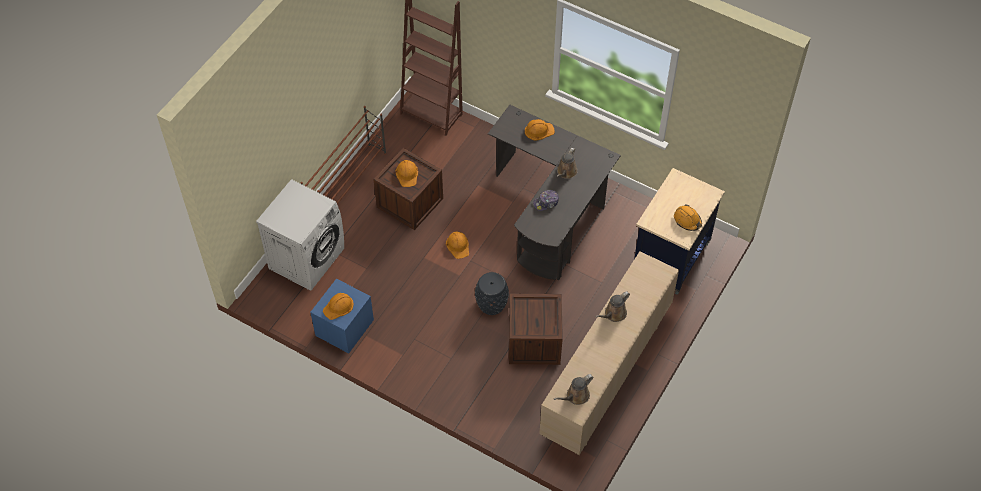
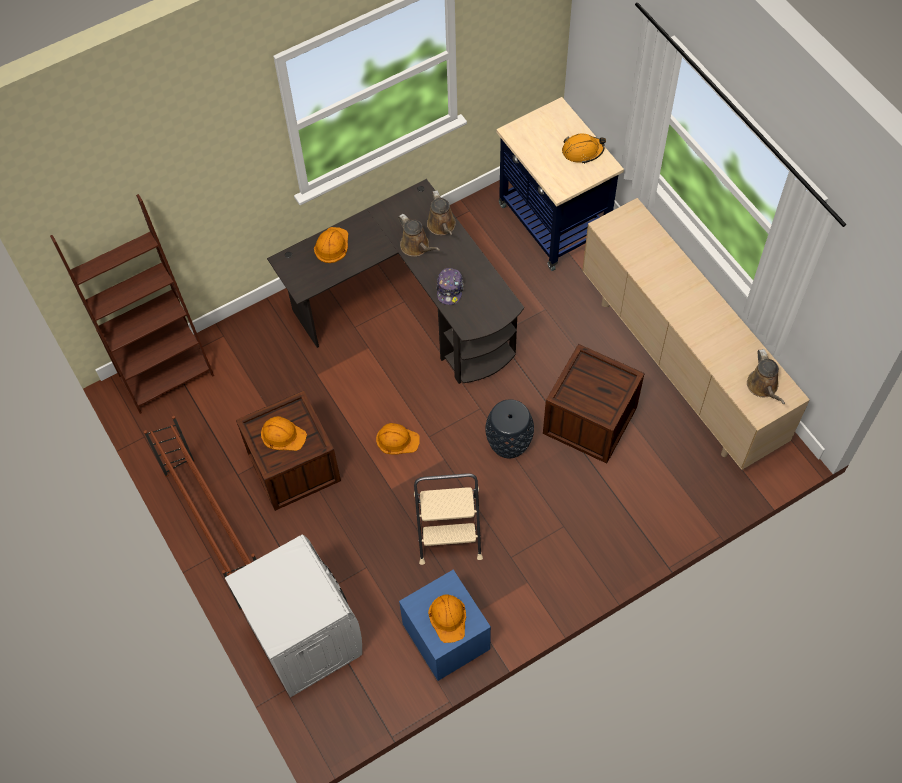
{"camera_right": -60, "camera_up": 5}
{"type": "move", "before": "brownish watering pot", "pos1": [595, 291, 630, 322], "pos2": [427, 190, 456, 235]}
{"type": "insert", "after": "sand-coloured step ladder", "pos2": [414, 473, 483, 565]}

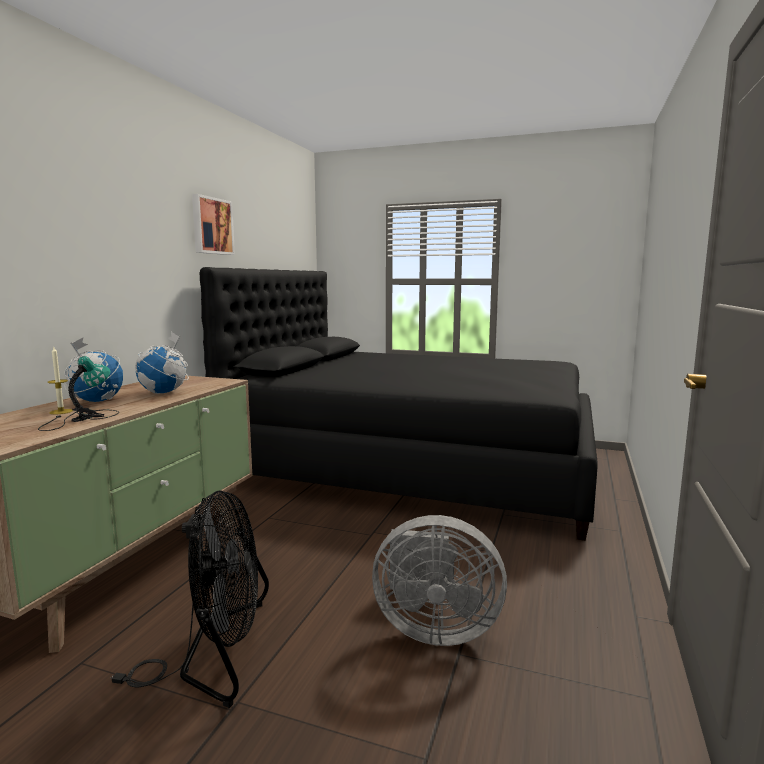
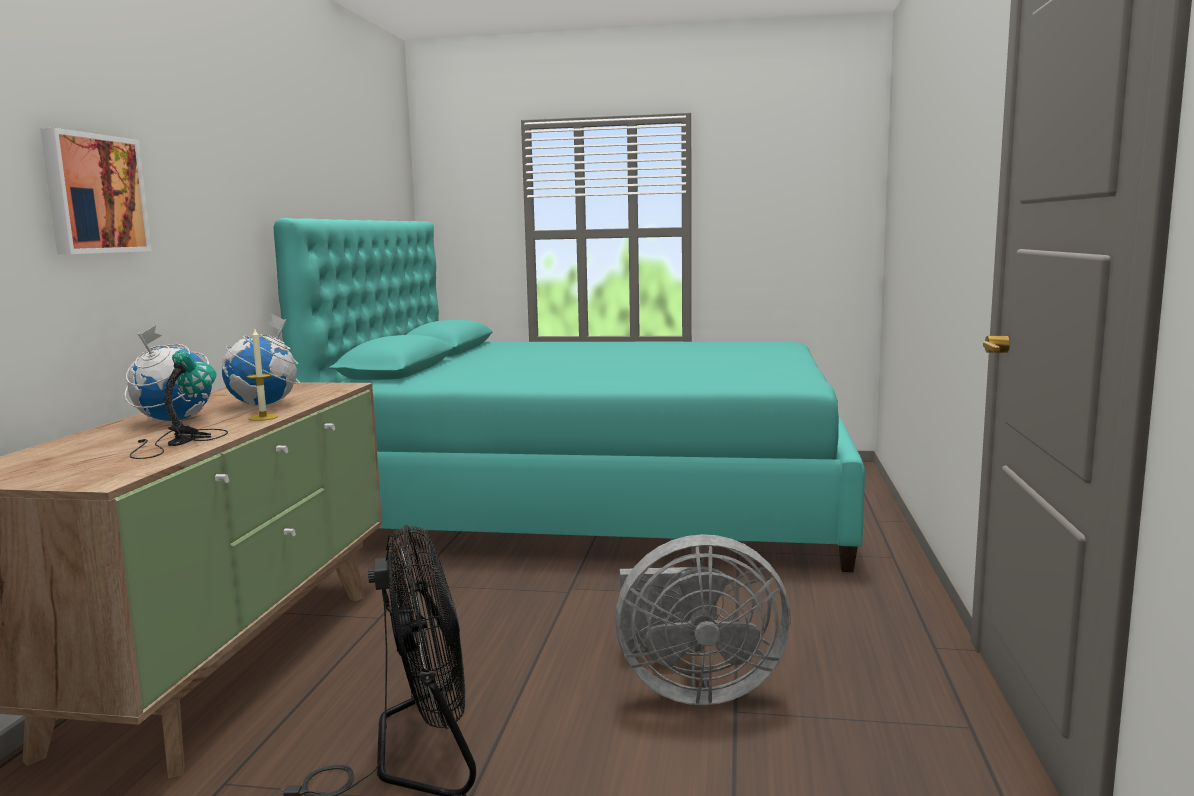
{"camera_right": -10, "camera_up": 0}
{"type": "move", "before": "wall art", "pos1": [192, 194, 235, 255], "pos2": [40, 128, 152, 255]}
{"type": "recolor", "before": "black bed", "after": "turquoise-coloured bed", "pos1": [200, 267, 598, 541], "pos2": [274, 218, 865, 572]}
{"type": "move", "before": "wax candle", "pos1": [48, 347, 73, 414], "pos2": [247, 329, 278, 421]}

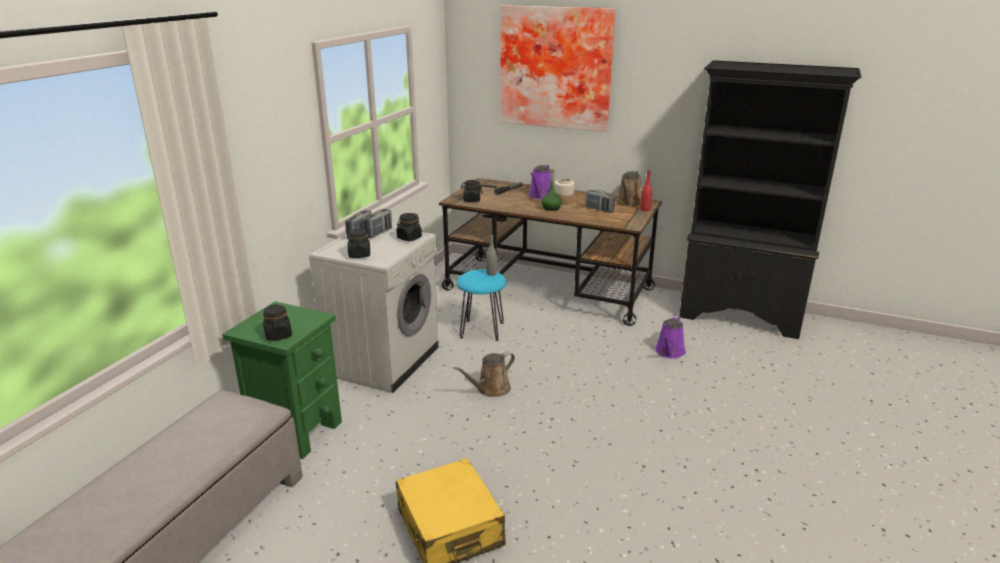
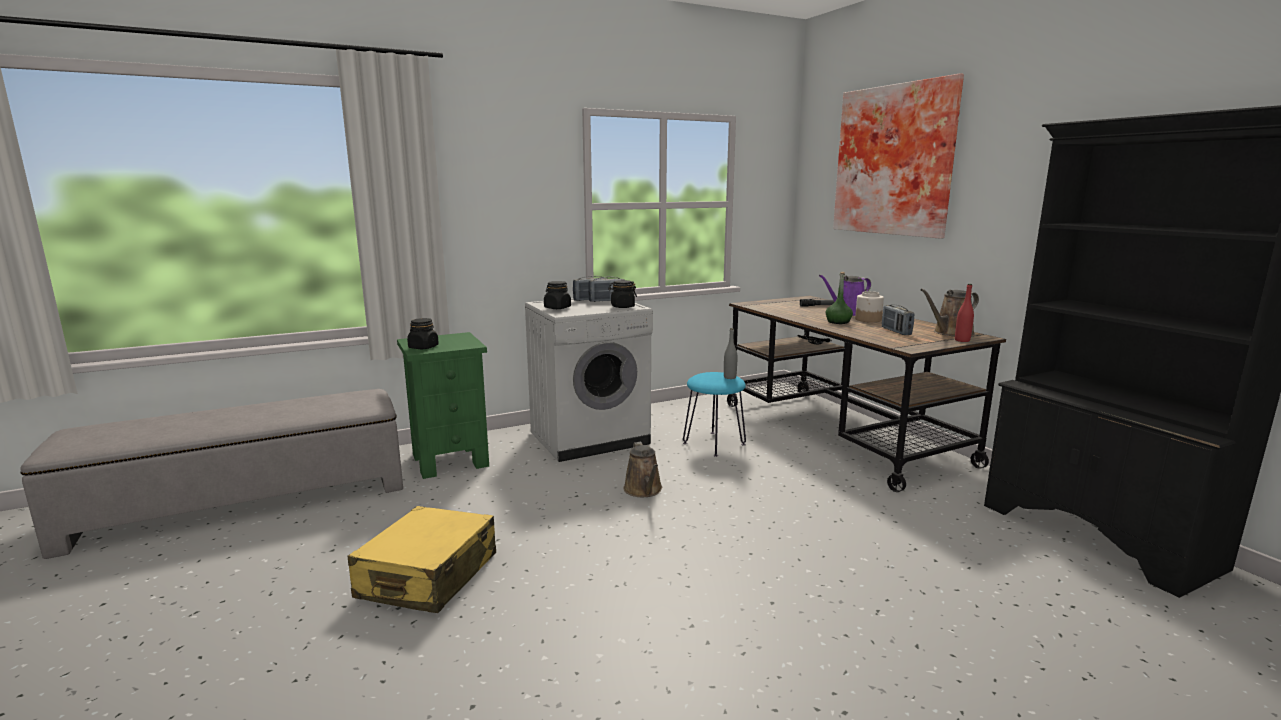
{"camera_right": 40, "camera_up": -10}
{"type": "delete", "before": "black jar", "pos1": [461, 180, 483, 202]}
{"type": "delete", "before": "purple-coloured watering pot", "pos1": [655, 315, 686, 359]}
{"type": "rotate", "before": "brownish watering pot", "pos1": [454, 352, 515, 397], "pos2": [624, 442, 662, 497], "turn": -105}

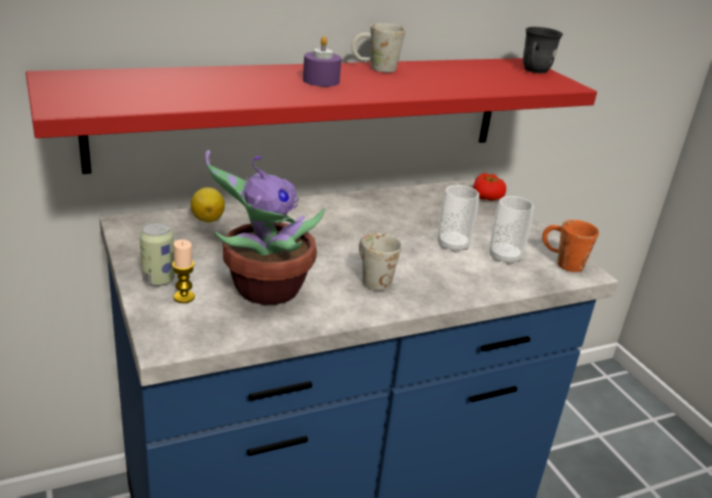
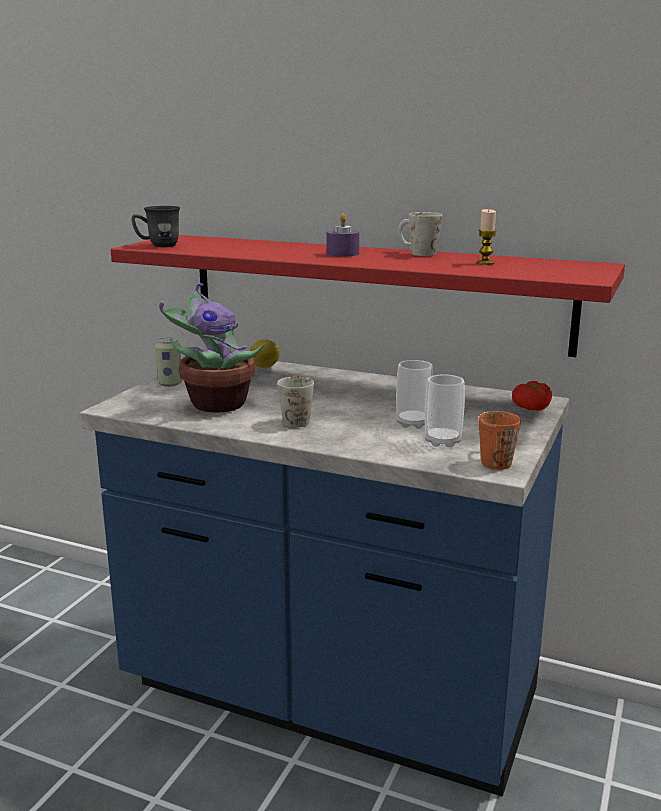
{"camera_right": 50, "camera_up": -10}
{"type": "move", "before": "gray mug", "pos1": [523, 27, 563, 73], "pos2": [131, 206, 180, 247]}
{"type": "move", "before": "wax candle", "pos1": [172, 239, 195, 303], "pos2": [477, 209, 497, 265]}

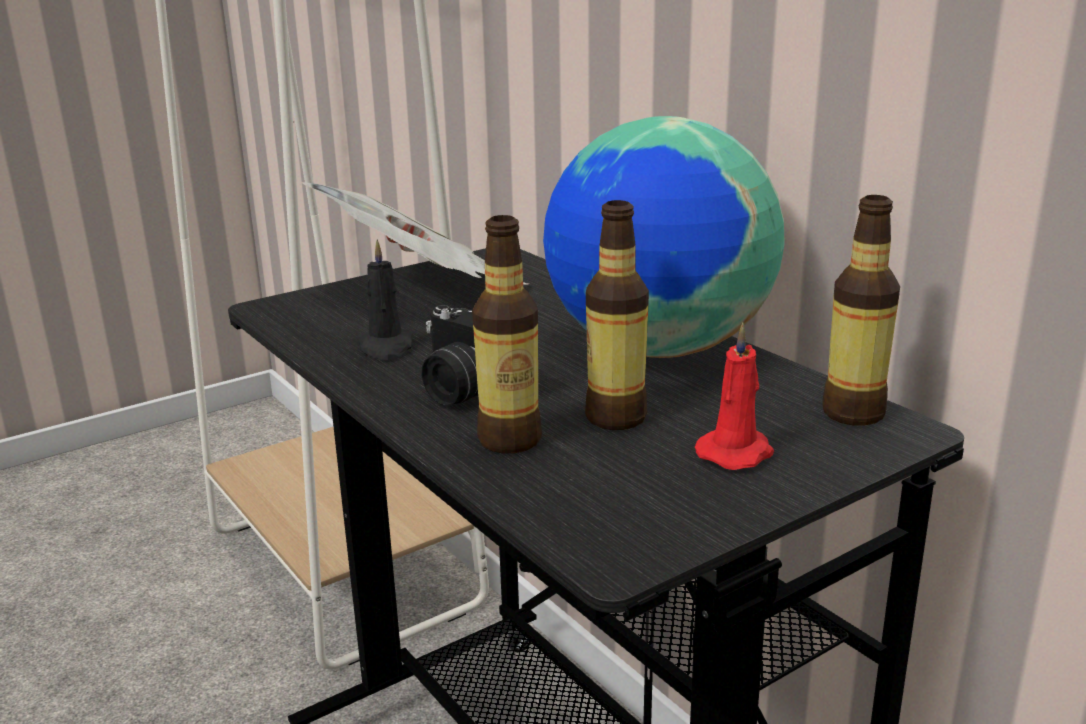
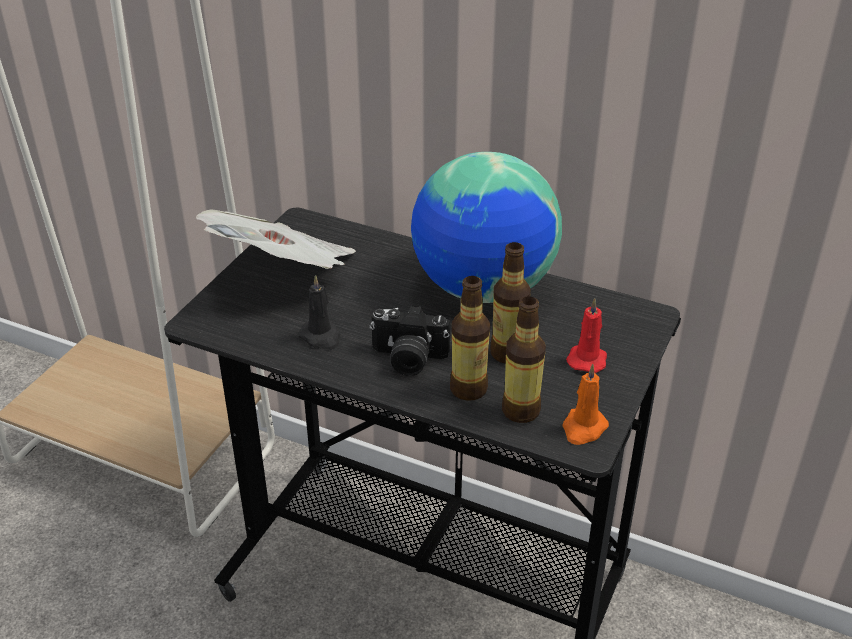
{"camera_right": -30, "camera_up": 15}
{"type": "move", "before": "drink bottle", "pos1": [822, 195, 900, 426], "pos2": [502, 296, 546, 423]}
{"type": "insert", "after": "orange wax candle", "pos2": [562, 364, 609, 445]}

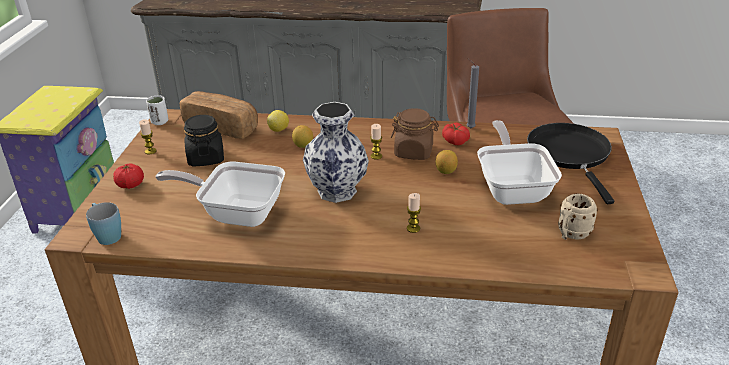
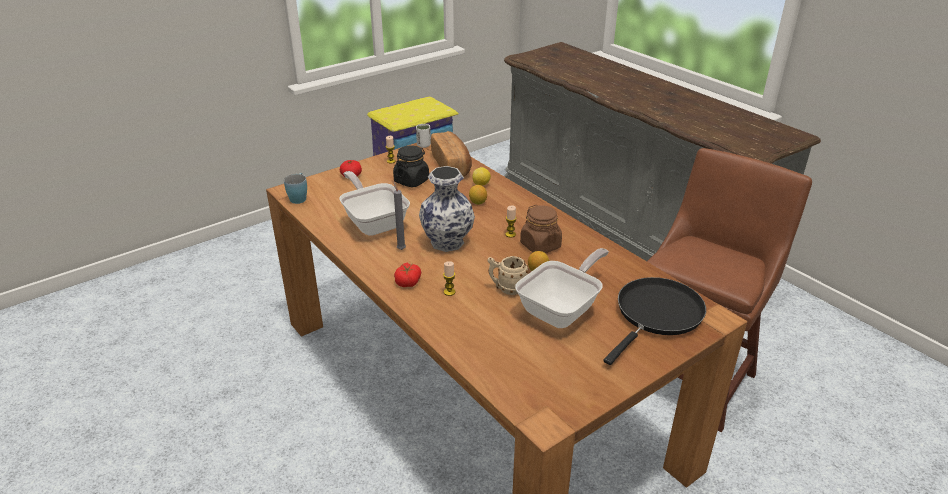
{"camera_right": 45, "camera_up": 0}
{"type": "move", "before": "gray wax candle", "pos1": [466, 59, 479, 128], "pos2": [394, 182, 406, 250]}
{"type": "move", "before": "whole tomato", "pos1": [442, 123, 470, 145], "pos2": [394, 263, 421, 287]}
{"type": "move", "before": "sand-coloured mug", "pos1": [558, 194, 598, 240], "pos2": [488, 256, 528, 295]}

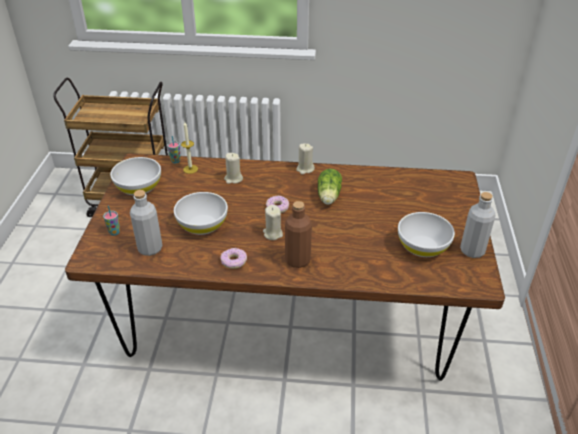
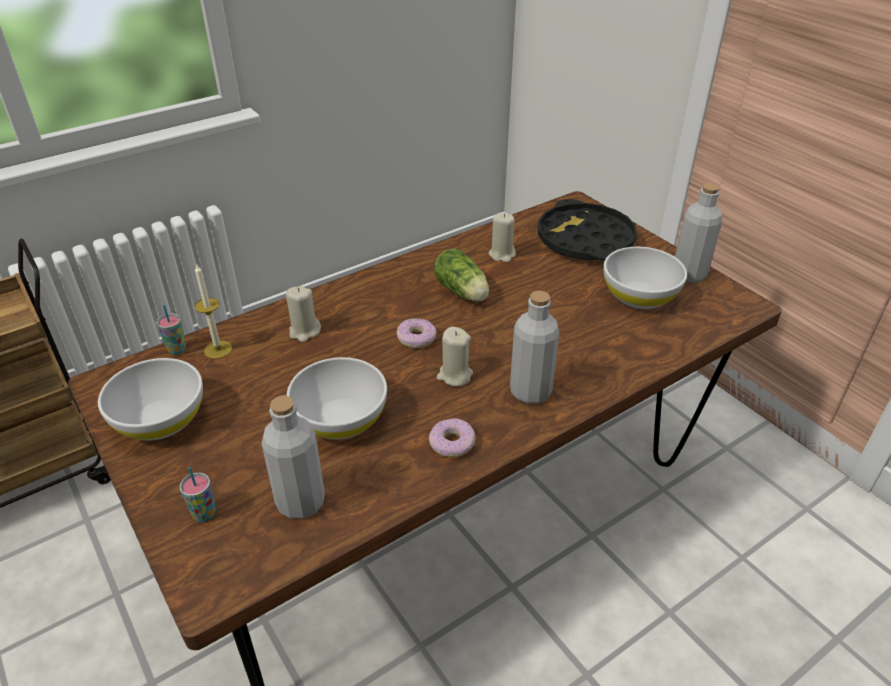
{"camera_right": -40, "camera_up": 0}
{"type": "move", "before": "sand-coloured wax candle", "pos1": [296, 143, 315, 174], "pos2": [489, 213, 516, 262]}
{"type": "recolor", "before": "brownish drink bottle", "after": "gray drink bottle", "pos1": [285, 201, 312, 268], "pos2": [510, 291, 560, 404]}
{"type": "insert", "after": "black carrying tray", "pos2": [538, 199, 637, 261]}

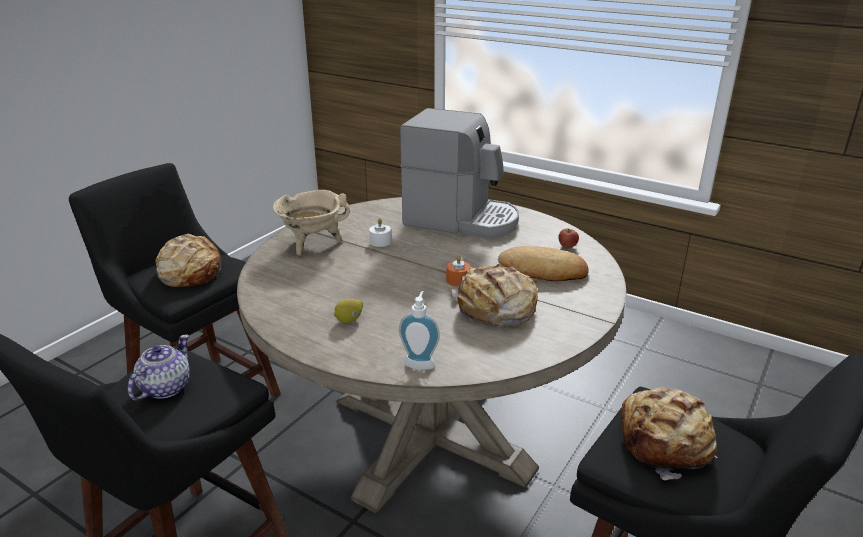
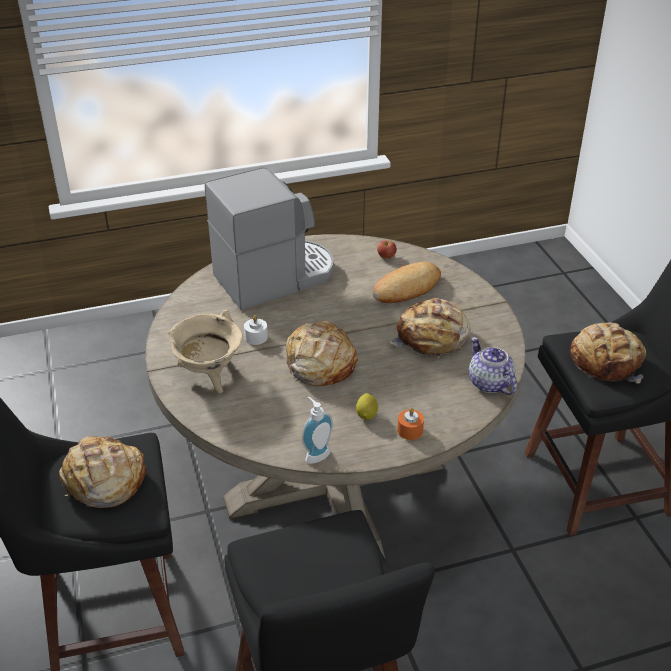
{"camera_right": -50, "camera_up": 10}
{"type": "move", "before": "orange wax candle", "pos1": [446, 255, 470, 286], "pos2": [397, 408, 424, 440]}
{"type": "move", "before": "soap dispenser", "pos1": [399, 291, 440, 370], "pos2": [302, 396, 333, 464]}
{"type": "move", "before": "pot for tea", "pos1": [128, 334, 190, 401], "pos2": [469, 337, 517, 395]}
{"type": "insert", "after": "baked bread", "pos2": [284, 321, 358, 386]}

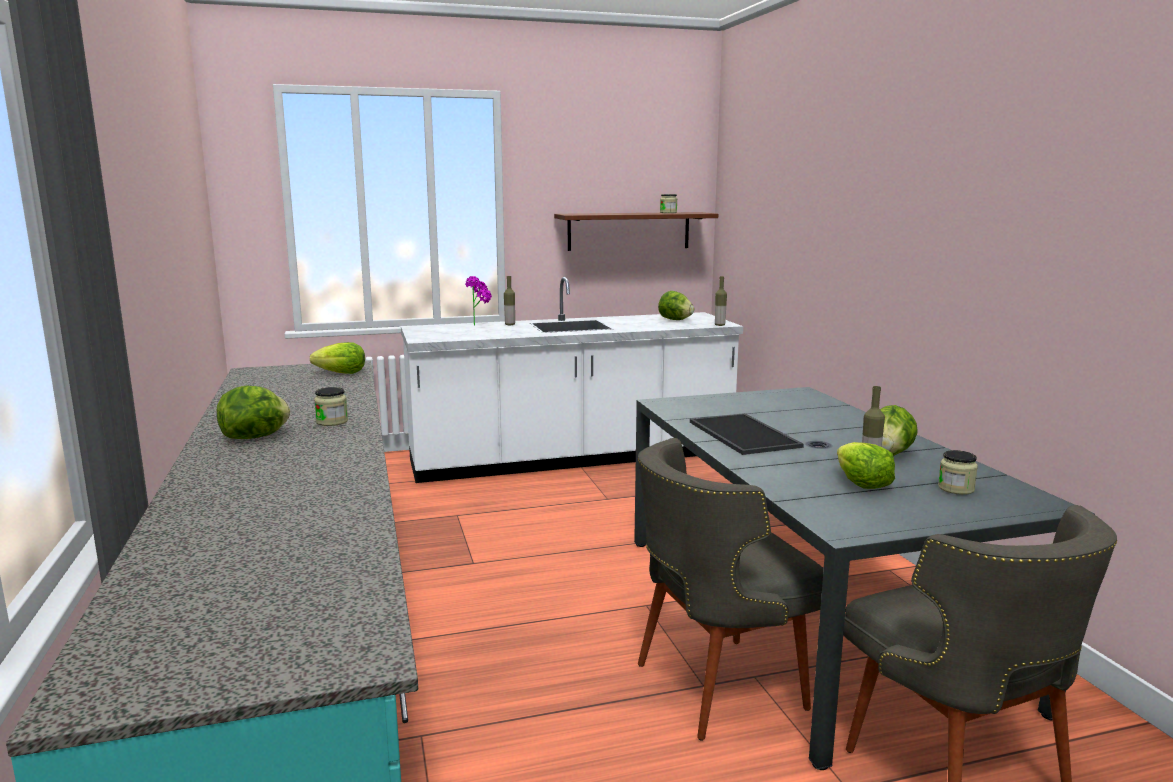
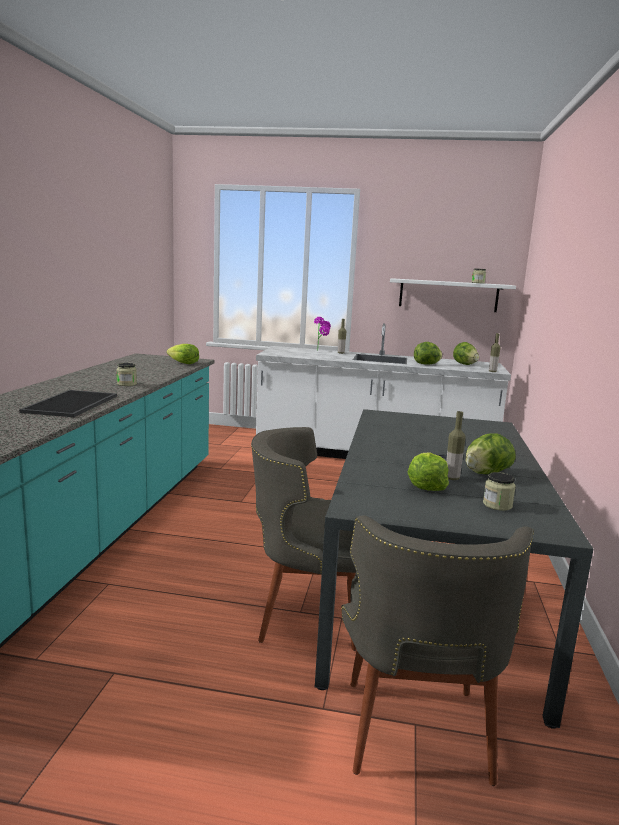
{"camera_right": 25, "camera_up": 0}
{"type": "recolor", "before": "brownish wall shelf", "after": "whitish wall shelf", "pos1": [554, 212, 718, 251], "pos2": [390, 278, 516, 312]}
{"type": "move", "before": "head of lettuce", "pos1": [217, 385, 290, 439], "pos2": [414, 342, 443, 365]}
{"type": "move", "before": "carrying tray", "pos1": [690, 413, 804, 455], "pos2": [19, 390, 117, 417]}

